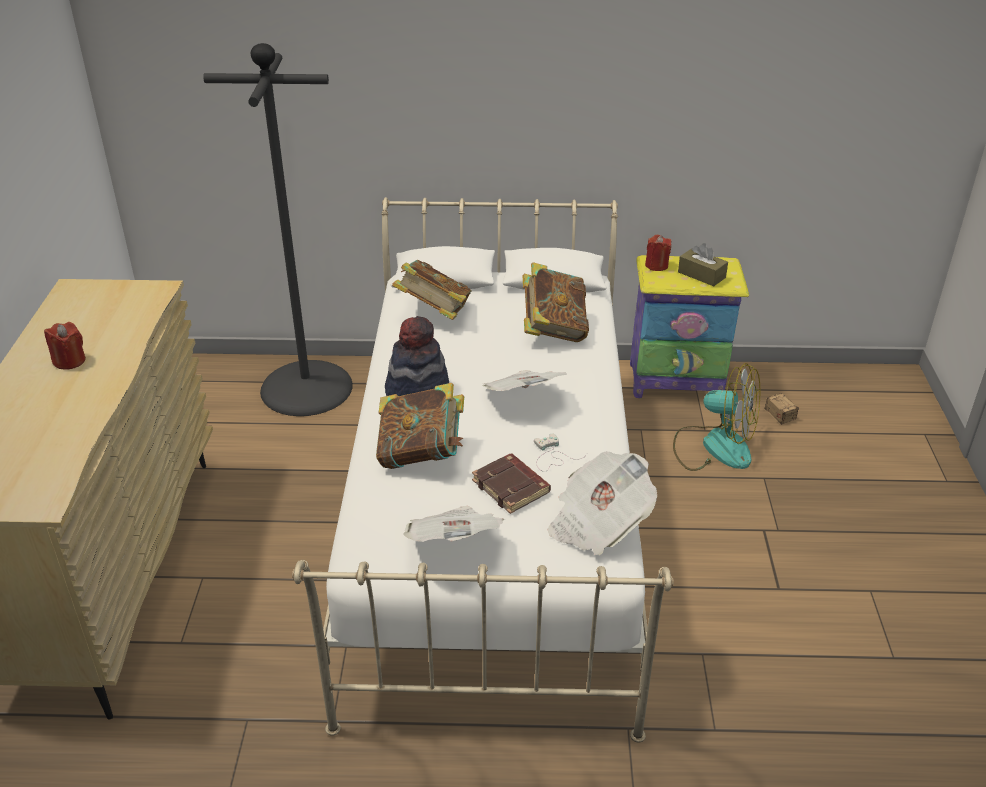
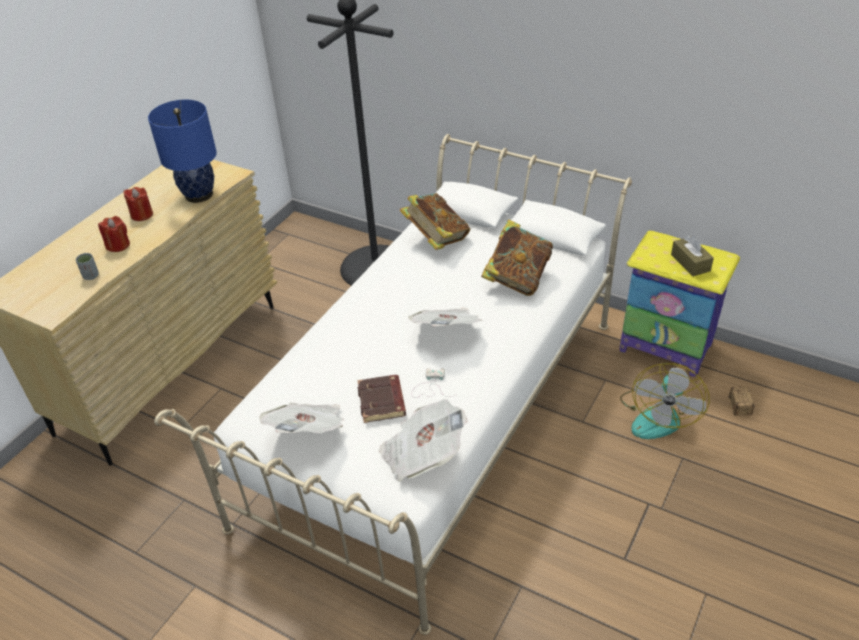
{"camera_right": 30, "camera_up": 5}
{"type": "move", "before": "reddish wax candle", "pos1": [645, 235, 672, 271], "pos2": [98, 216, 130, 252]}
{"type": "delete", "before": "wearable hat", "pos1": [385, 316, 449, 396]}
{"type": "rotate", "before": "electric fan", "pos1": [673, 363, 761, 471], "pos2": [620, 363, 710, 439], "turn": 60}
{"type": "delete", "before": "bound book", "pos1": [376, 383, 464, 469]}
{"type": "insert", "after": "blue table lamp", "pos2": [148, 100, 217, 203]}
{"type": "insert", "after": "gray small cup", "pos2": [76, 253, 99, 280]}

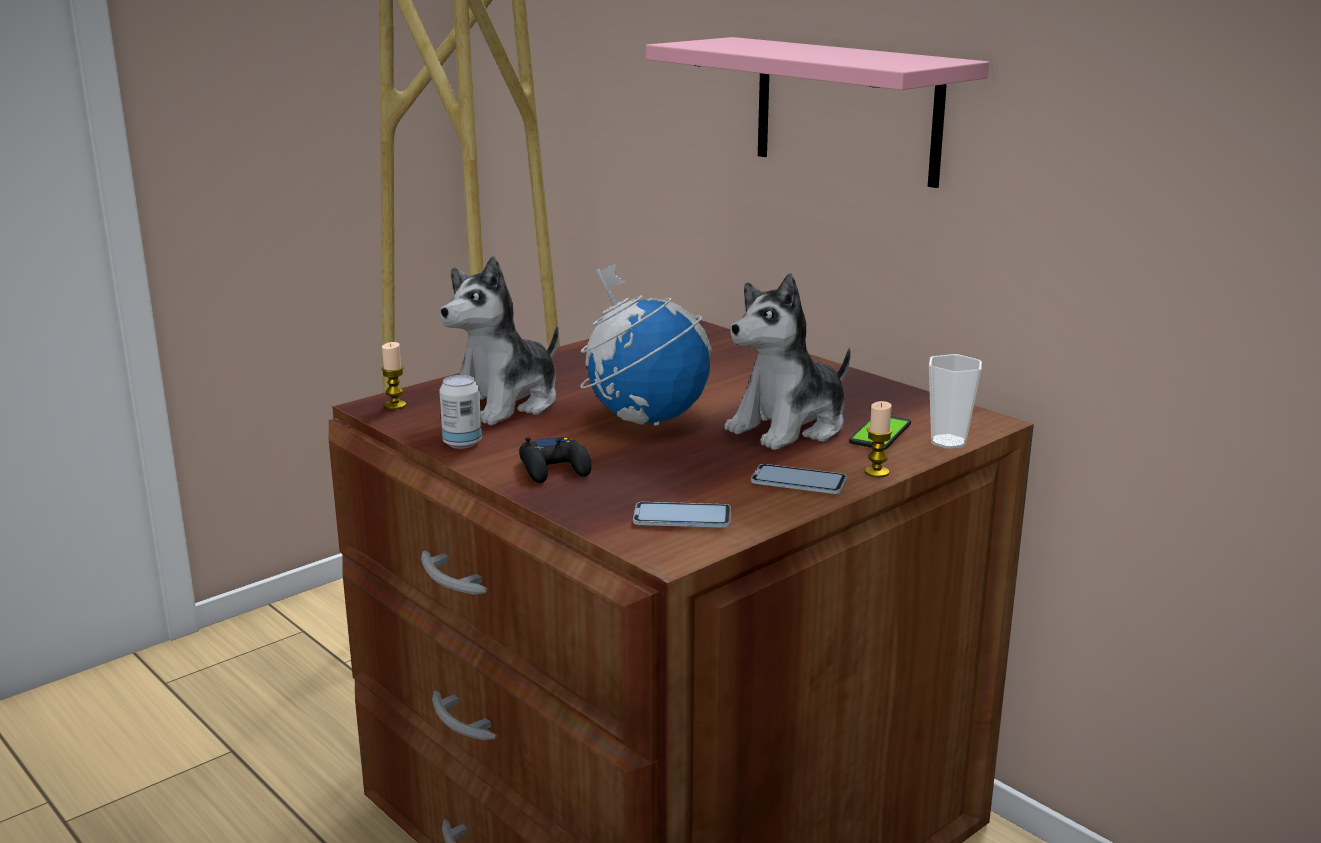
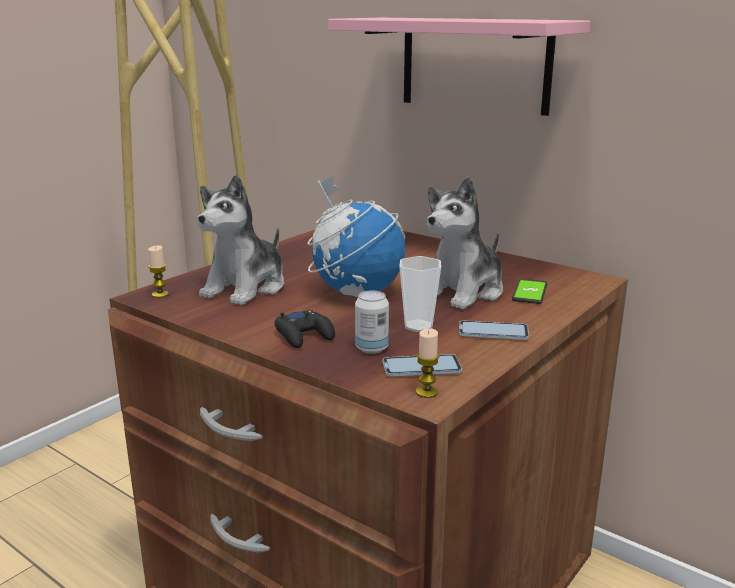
{"camera_right": -10, "camera_up": 0}
{"type": "move", "before": "small cup", "pos1": [929, 354, 982, 449], "pos2": [399, 256, 441, 332]}
{"type": "move", "before": "can", "pos1": [439, 375, 482, 449], "pos2": [355, 290, 389, 354]}
{"type": "move", "before": "wax candle", "pos1": [865, 401, 892, 478], "pos2": [416, 328, 440, 398]}

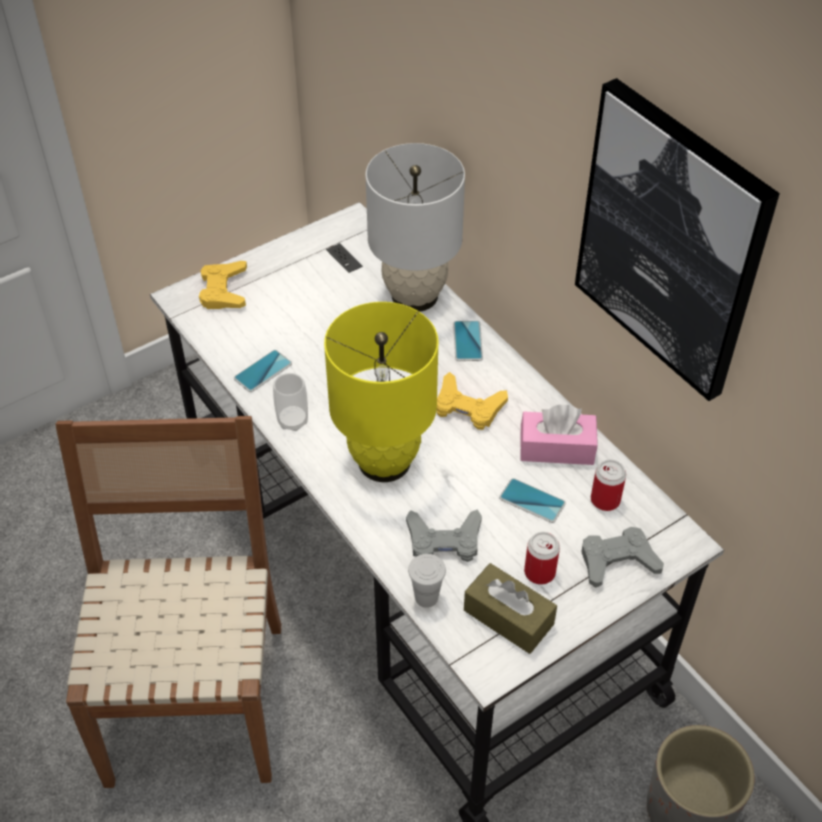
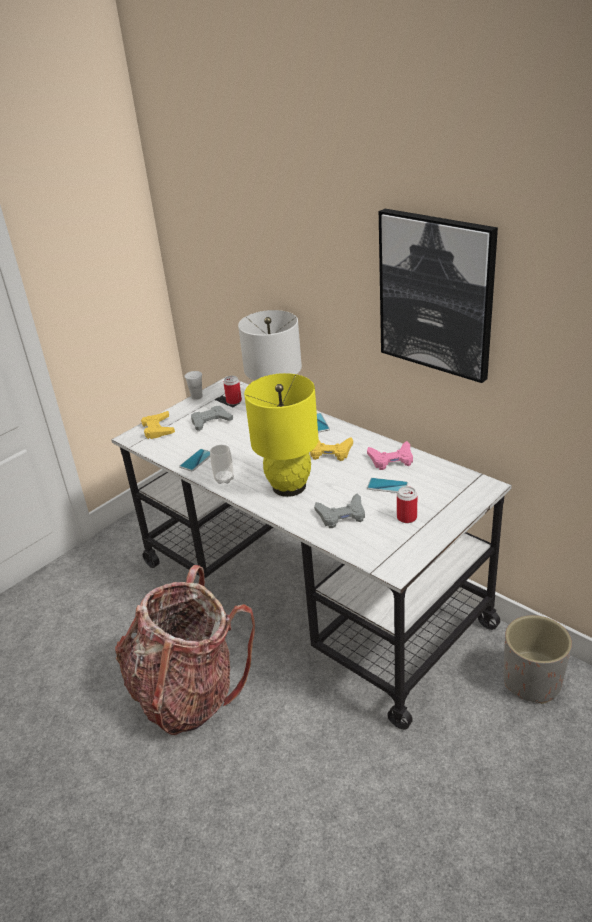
{"camera_right": -10, "camera_up": -15}
{"type": "replace", "before": "pinkish box of tissues", "after": "pinkish game controller", "pos1": [520, 405, 598, 465], "pos2": [367, 441, 413, 470]}
{"type": "replace", "before": "chair", "after": "knapsack", "pos1": [55, 416, 281, 788], "pos2": [115, 565, 255, 735]}
{"type": "move", "before": "can", "pos1": [591, 460, 626, 511], "pos2": [223, 376, 242, 405]}
{"type": "move", "before": "gray game controller", "pos1": [582, 527, 664, 588], "pos2": [191, 406, 233, 431]}
{"type": "move", "before": "whitish small cup", "pos1": [408, 554, 446, 608], "pos2": [184, 371, 202, 400]}
{"type": "delete", "before": "brownish box of tissues", "pos1": [464, 563, 557, 654]}

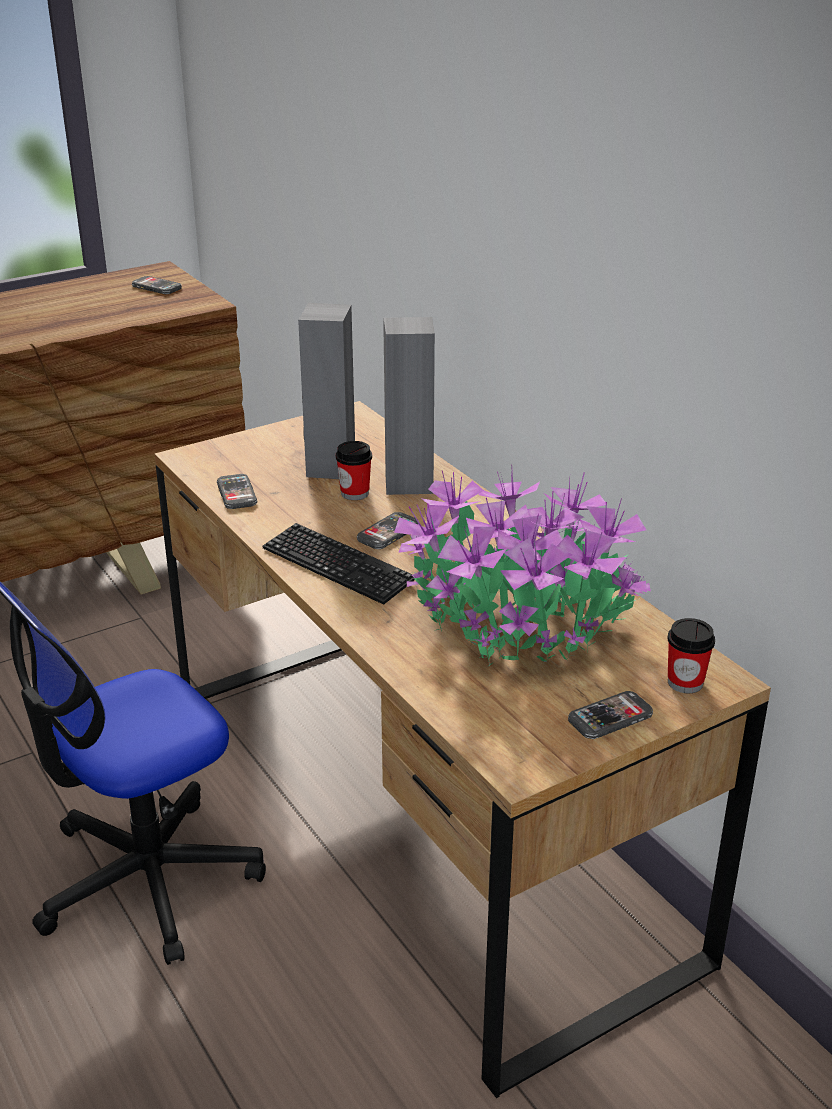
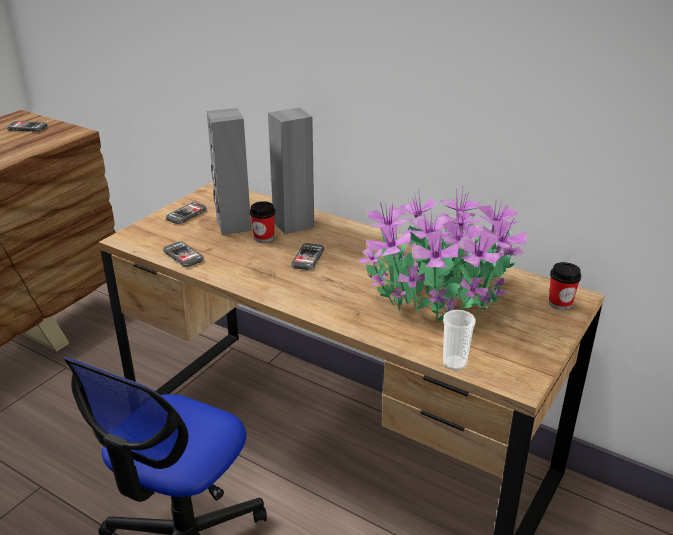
{"camera_right": -25, "camera_up": 0}
{"type": "delete", "before": "PC keyboard", "pos1": [263, 523, 414, 605]}
{"type": "move", "before": "handset", "pos1": [568, 691, 653, 739], "pos2": [166, 202, 207, 224]}
{"type": "insert", "after": "small cup", "pos2": [443, 310, 475, 370]}

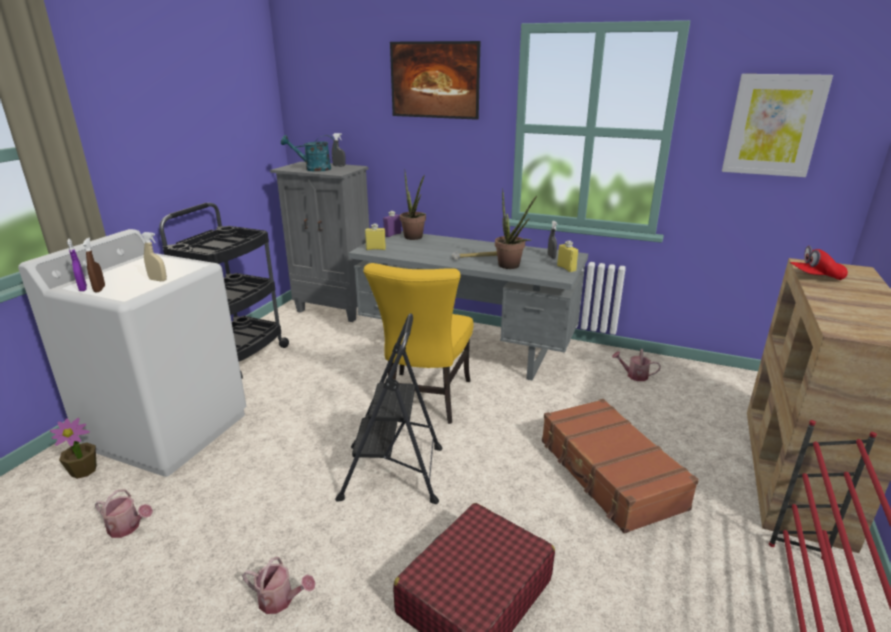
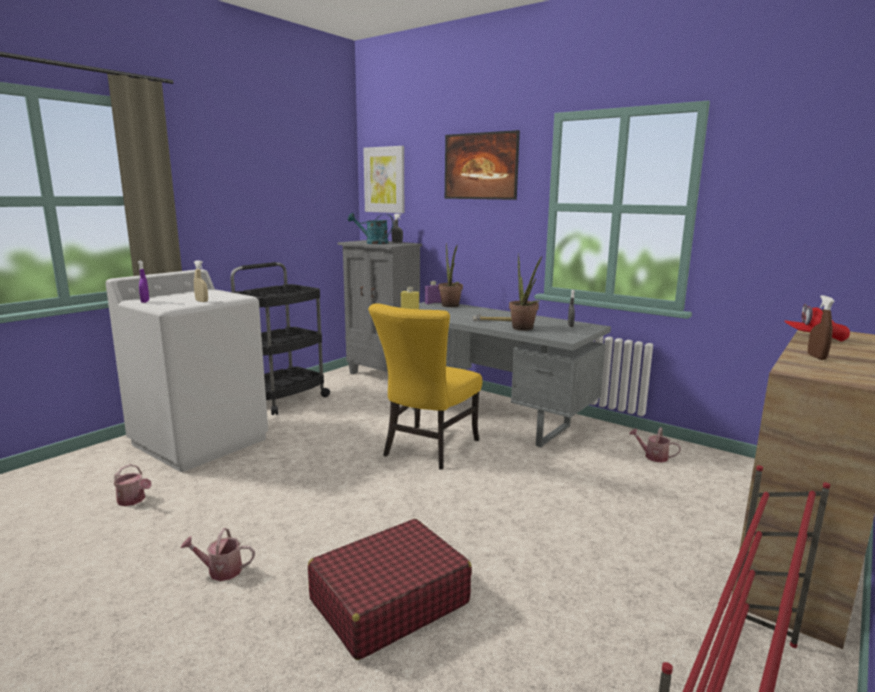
{"camera_right": 15, "camera_up": -10}
{"type": "move", "before": "wall art", "pos1": [722, 74, 833, 177], "pos2": [363, 146, 404, 213]}
{"type": "move", "before": "brownish hand sprayer", "pos1": [83, 238, 105, 293], "pos2": [808, 295, 835, 360]}
{"type": "delete", "before": "yellow-coloured drink bottle", "pos1": [557, 241, 578, 272]}
{"type": "delete", "before": "black step ladder", "pos1": [335, 314, 443, 504]}
{"type": "delete", "before": "brownish suitcase", "pos1": [542, 399, 699, 534]}
{"type": "delete", "before": "plant in a pot", "pos1": [50, 418, 97, 479]}
{"type": "rotate", "before": "watering pot", "pos1": [242, 557, 315, 614], "pos2": [180, 528, 255, 581], "turn": 150}

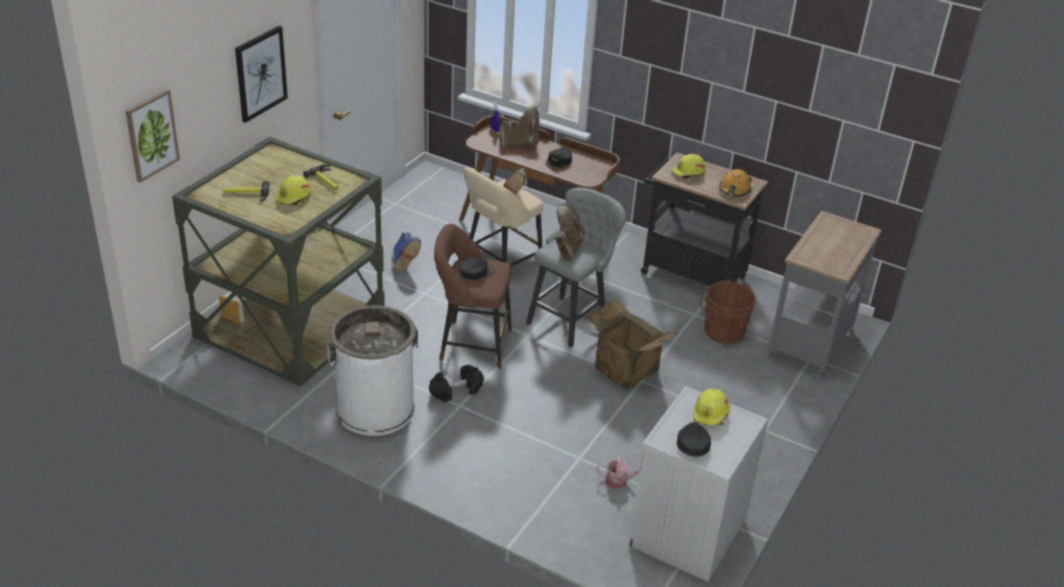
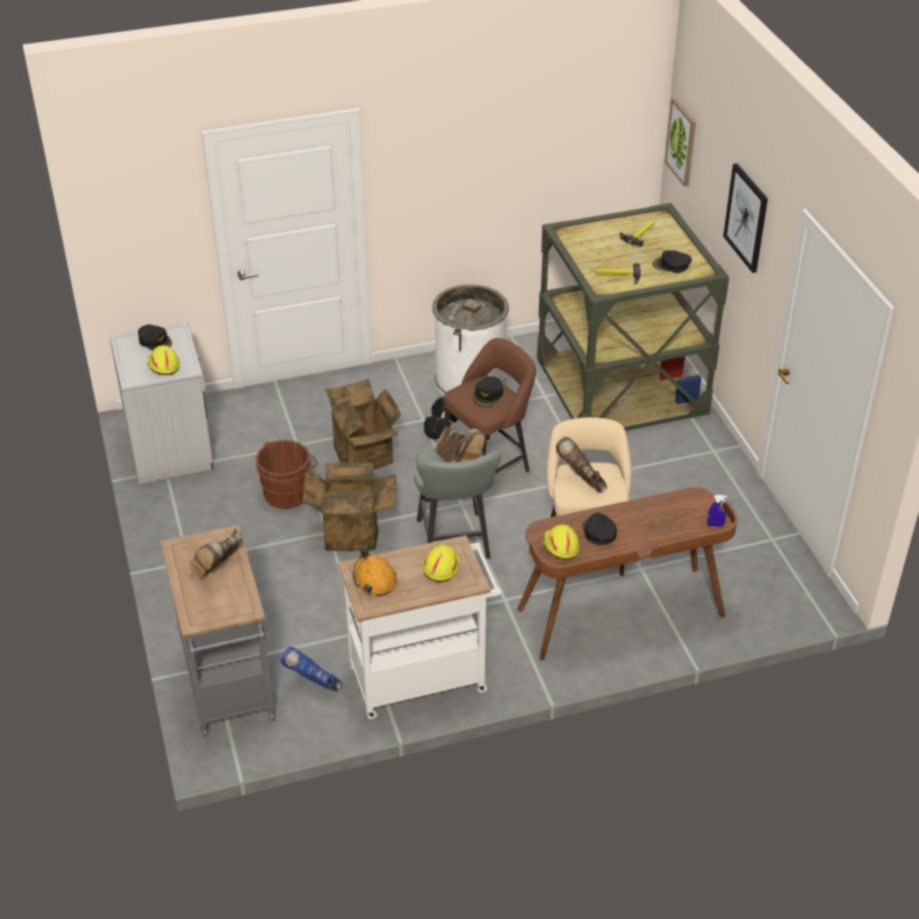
{"camera_right": 135, "camera_up": 5}
{"type": "move", "before": "brownish tall boot", "pos1": [500, 106, 539, 147], "pos2": [190, 529, 243, 578]}
{"type": "recolor", "before": "black wheeled cart", "after": "whitish wheeled cart", "pos1": [641, 153, 768, 286], "pos2": [338, 535, 502, 719]}
{"type": "move", "before": "yellow-coloured hard hat", "pos1": [275, 175, 311, 206], "pos2": [543, 525, 580, 560]}
{"type": "move", "before": "blue tall boot", "pos1": [393, 232, 421, 271], "pos2": [281, 647, 342, 692]}
{"type": "move", "before": "brownish pail", "pos1": [700, 279, 756, 344], "pos2": [256, 440, 318, 509]}
{"type": "delete", "before": "watering pot", "pos1": [597, 455, 642, 488]}
{"type": "insert", "after": "black peaked cap", "pos2": [653, 250, 692, 273]}
{"type": "insert", "after": "carton", "pos2": [325, 379, 401, 470]}

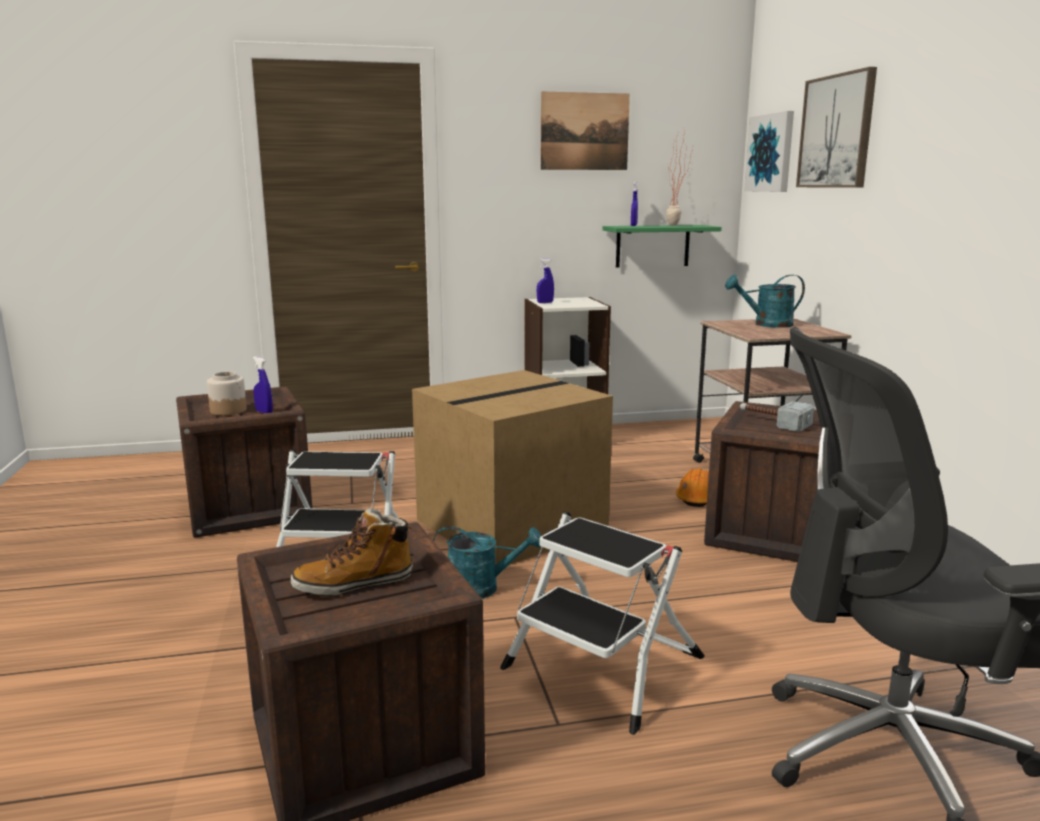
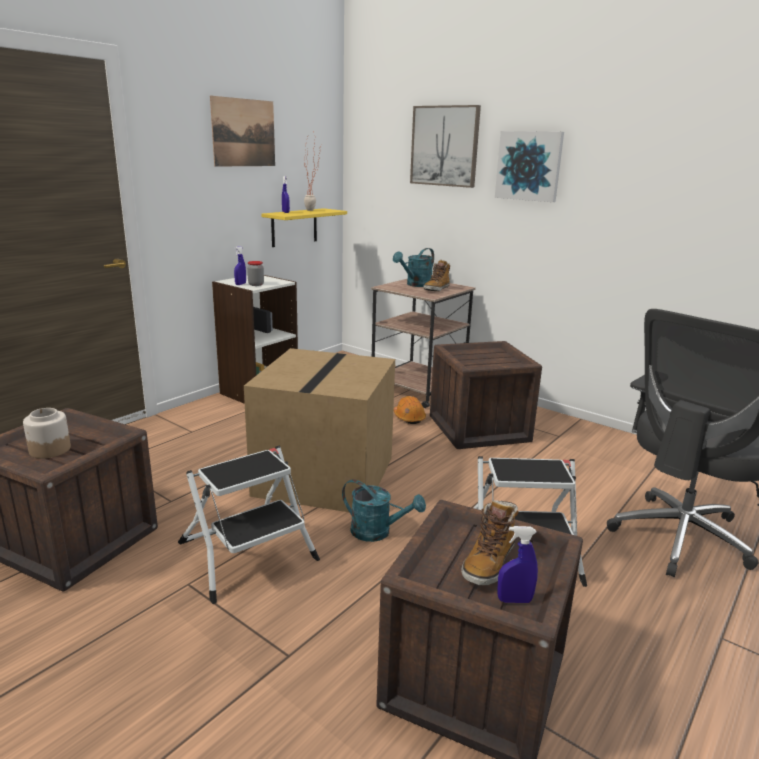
{"camera_right": -40, "camera_up": 5}
{"type": "move", "before": "wall art", "pos1": [744, 111, 794, 192], "pos2": [495, 131, 564, 202]}
{"type": "recolor", "before": "green-coloured wall shelf", "after": "yellow-coloured wall shelf", "pos1": [602, 225, 722, 268], "pos2": [261, 208, 347, 247]}
{"type": "move", "before": "blue hand sprayer", "pos1": [253, 357, 273, 413], "pos2": [497, 526, 538, 603]}
{"type": "delete", "before": "tool hammer", "pos1": [740, 401, 814, 432]}
{"type": "rotate", "before": "turquoise-coloured watering pot", "pos1": [433, 526, 541, 599], "pos2": [342, 479, 426, 542], "turn": 60}
{"type": "insert", "after": "tall boot", "pos2": [423, 260, 450, 291]}
{"type": "insert", "after": "jar", "pos2": [247, 261, 264, 286]}

